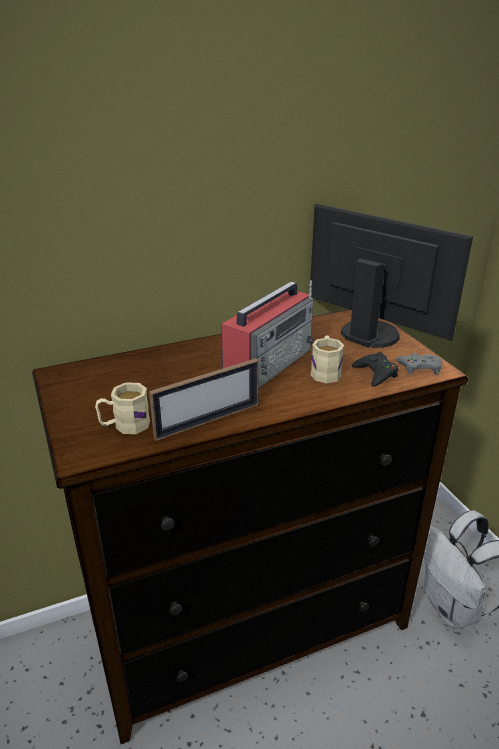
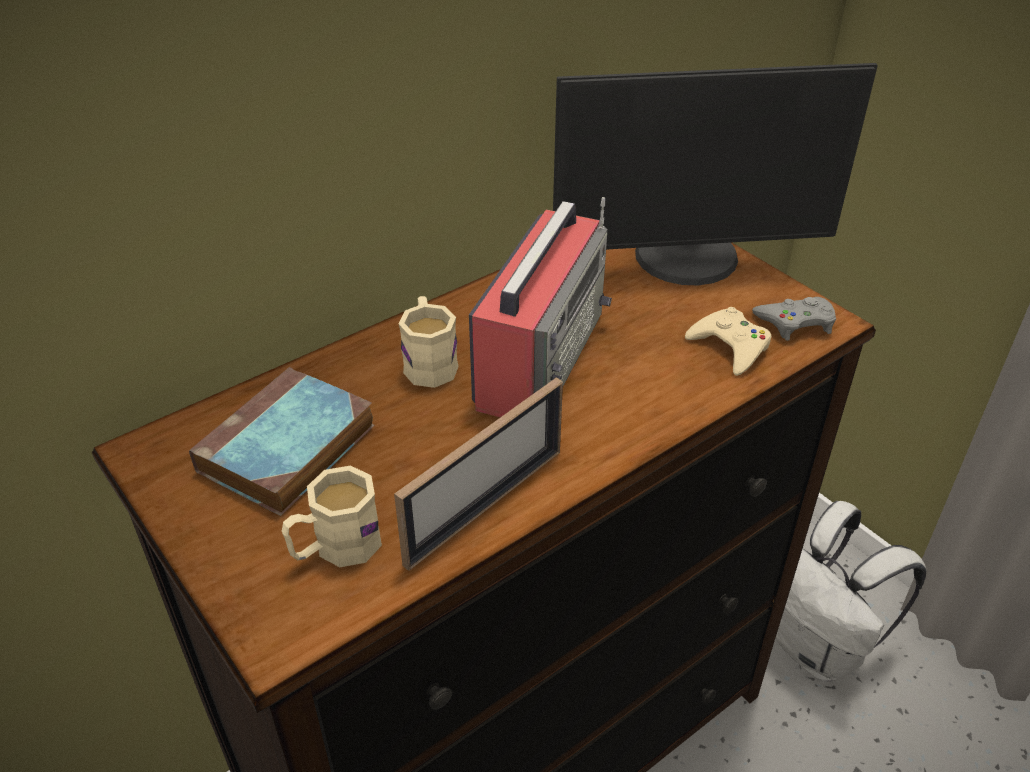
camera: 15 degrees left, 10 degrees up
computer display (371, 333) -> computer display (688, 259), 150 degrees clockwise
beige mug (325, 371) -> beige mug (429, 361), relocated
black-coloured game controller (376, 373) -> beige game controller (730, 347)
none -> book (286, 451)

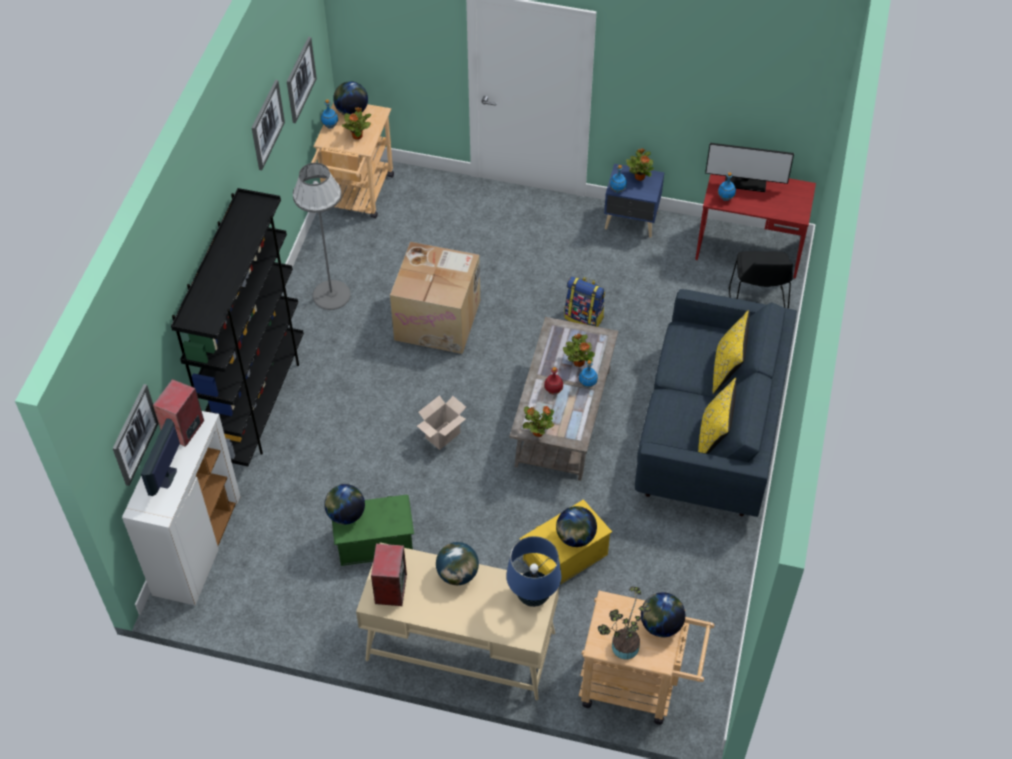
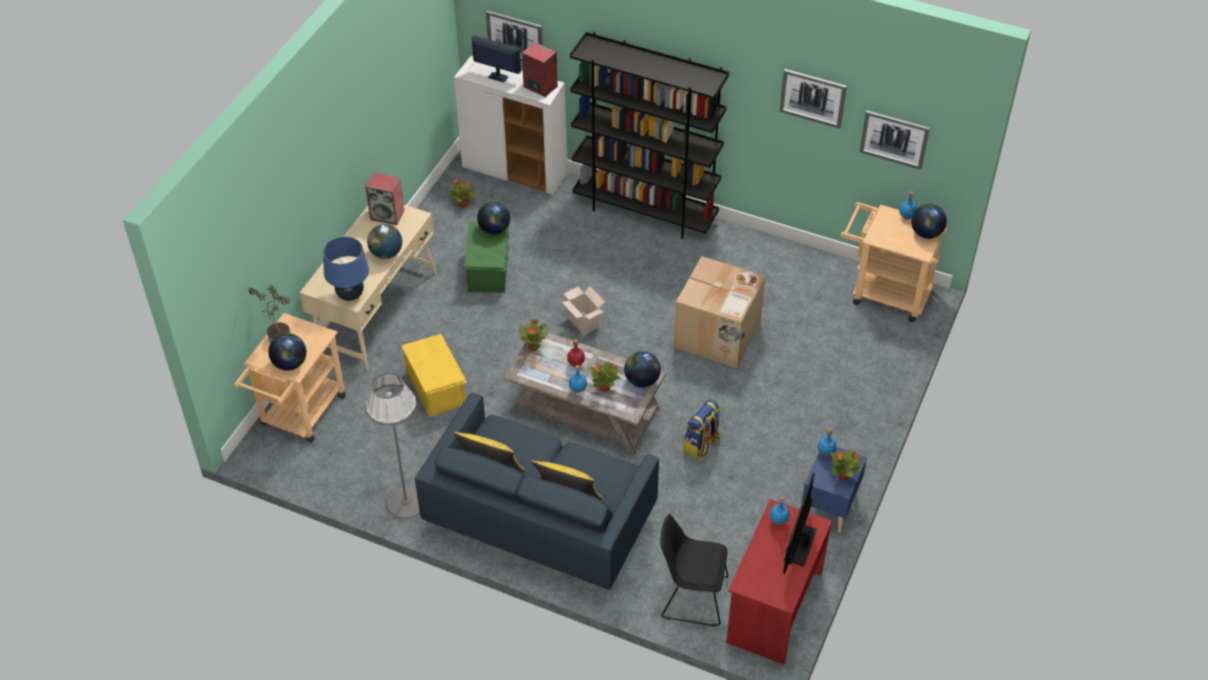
camera: 100 degrees right, 5 degrees down
potted plant (357, 136) -> potted plant (464, 204), relocated
greyish floor lamp (331, 295) -> greyish floor lamp (405, 502), relocated
globe (575, 537) -> globe (641, 380), relocated

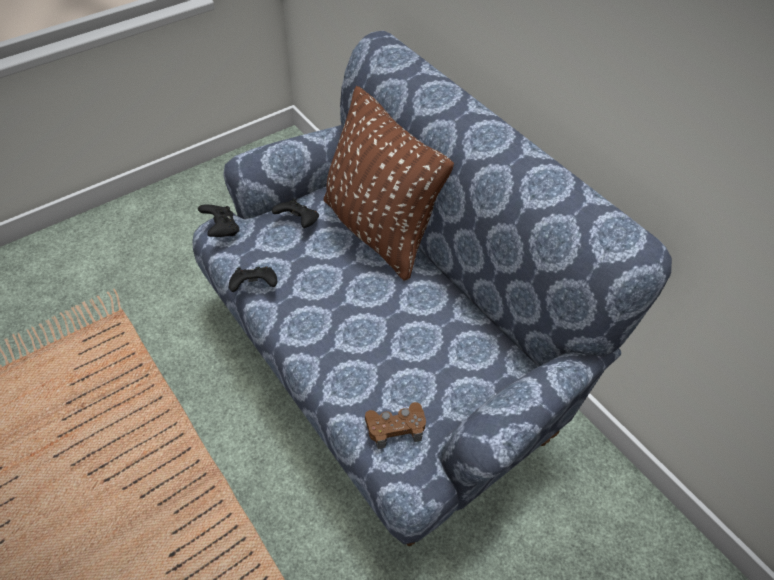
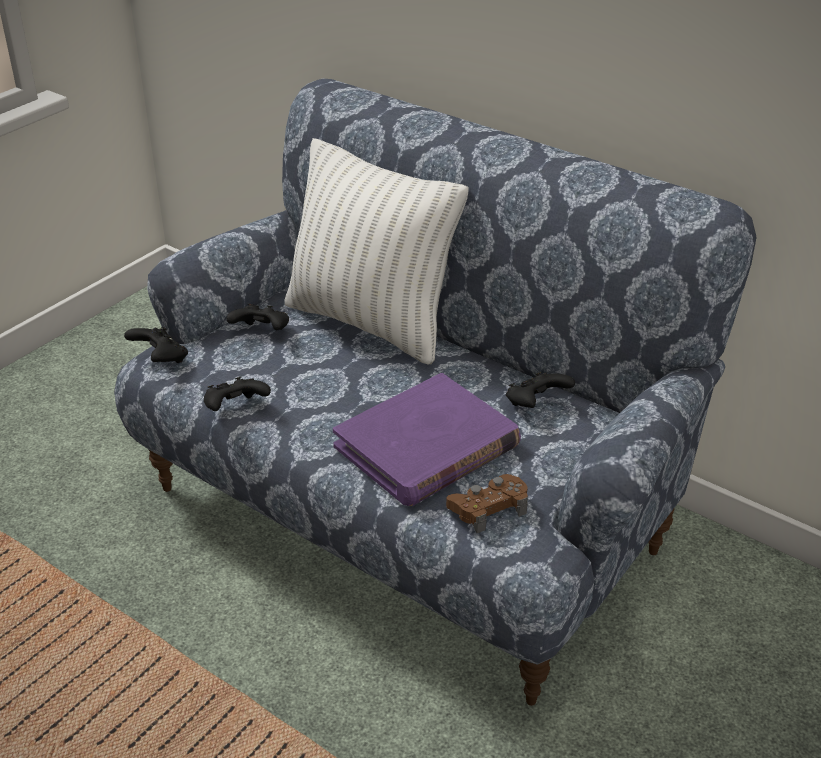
camera: 15 degrees left, 15 degrees down
brown pillow (378, 231) -> white-coloured pillow (371, 323)
none -> black-coloured game controller (536, 405)
none -> purple-coloured book (427, 446)

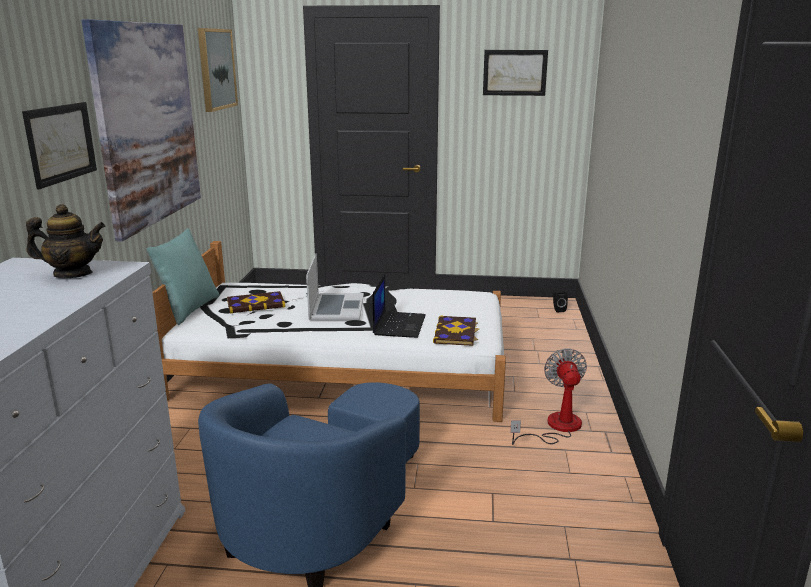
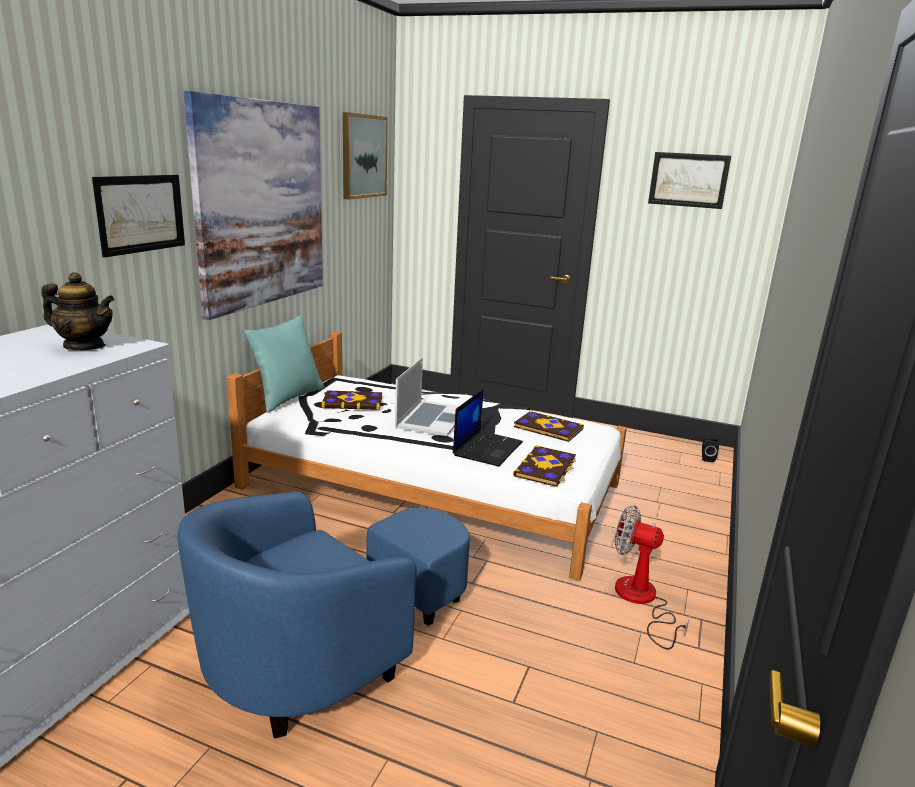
camera: 15 degrees right, 0 degrees up
fan (555, 427) -> fan (641, 601), 75 degrees counterclockwise
none -> book (547, 428)

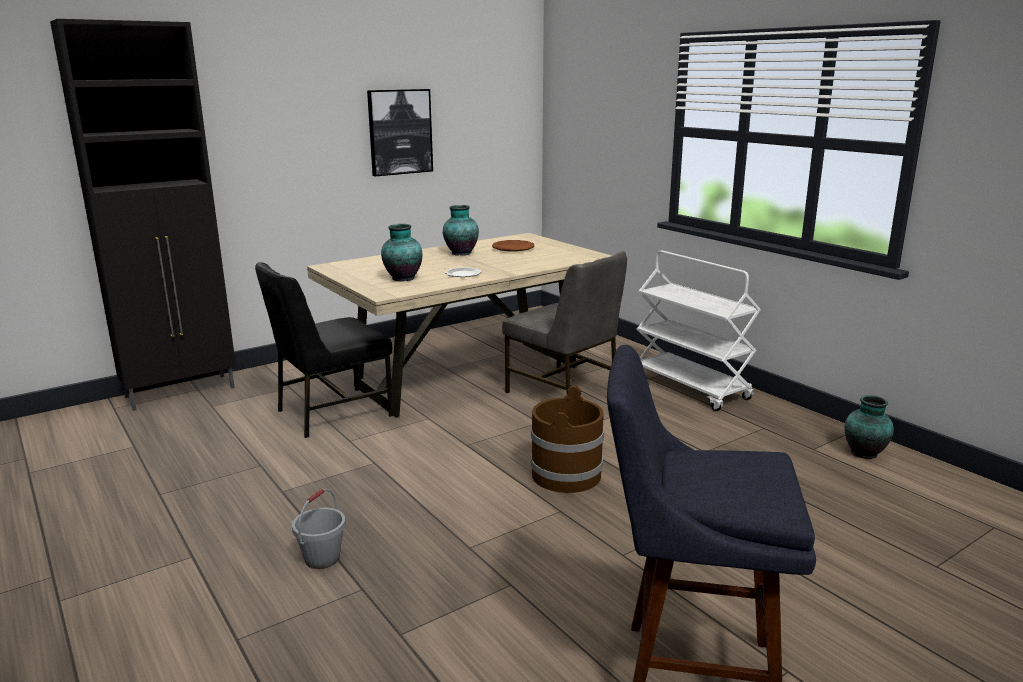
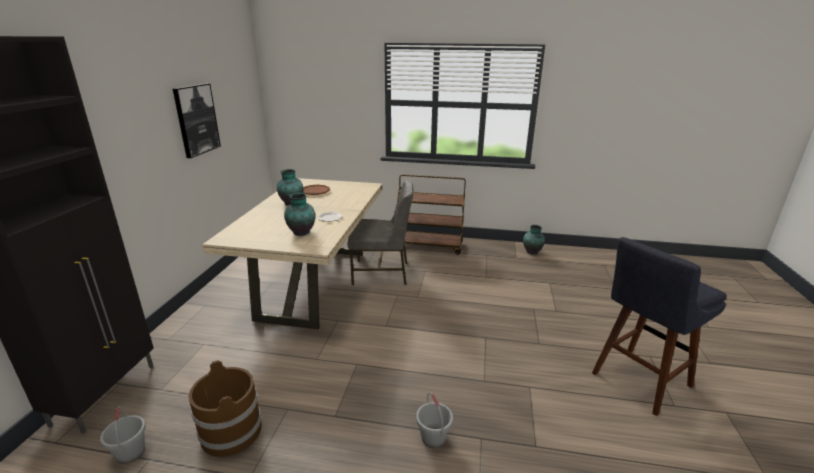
camera: 45 degrees left, 5 degrees up
white-coloured cart (690, 387) -> brown cart (429, 246)
black-coloured plain chair (332, 412) -> none
brown pail (566, 474) -> brown pail (231, 431), relocated
none -> greyish pail (130, 453)

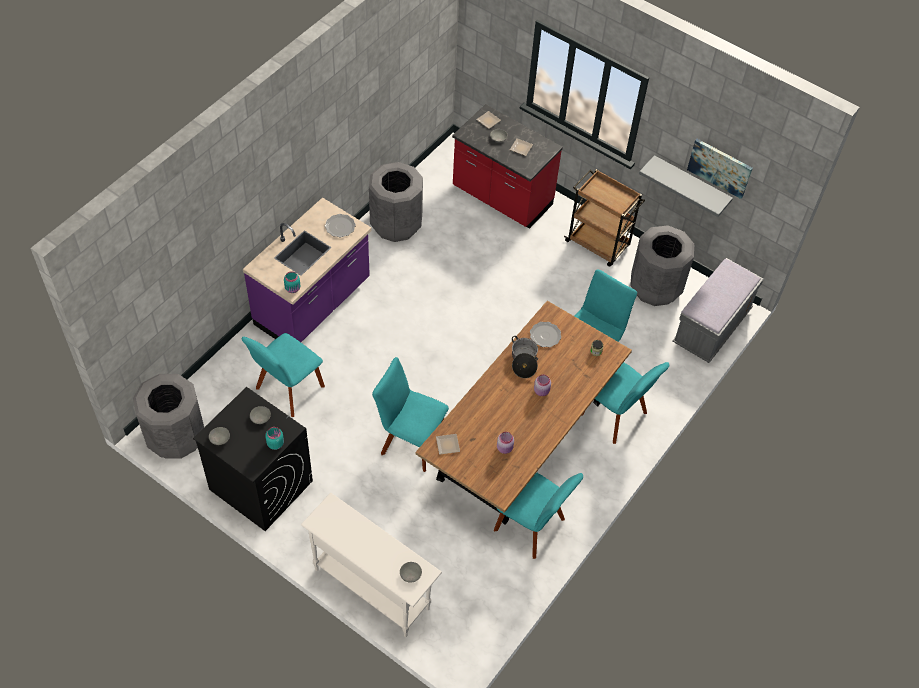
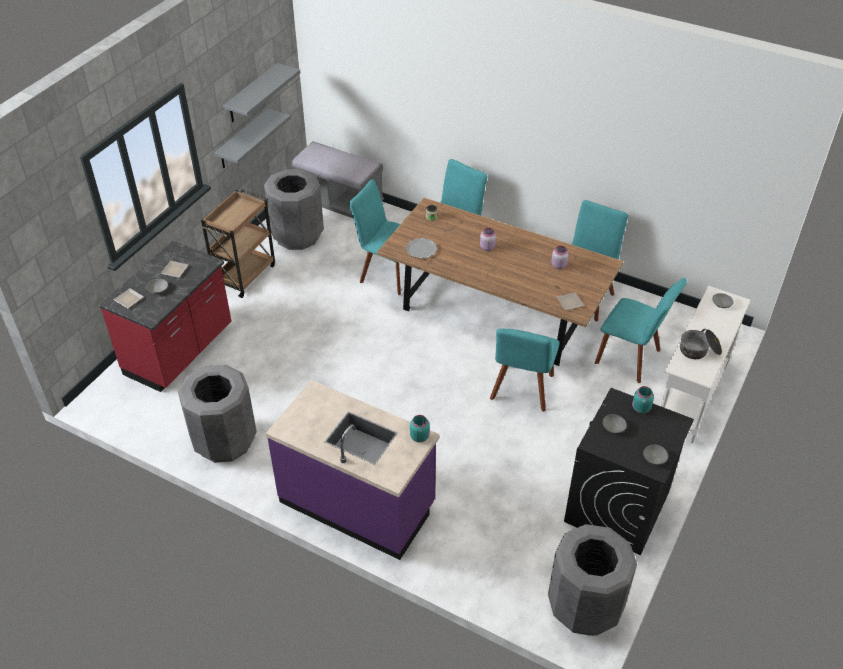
camera: 95 degrees left, 10 degrees down
picture (720, 167) -> greyish bracket shelf (252, 93)
plate (340, 227) -> none
blue-green plain chair (288, 390) -> blue-green plain chair (631, 358), relocated
saucepot (523, 361) -> saucepot (699, 350), relocated

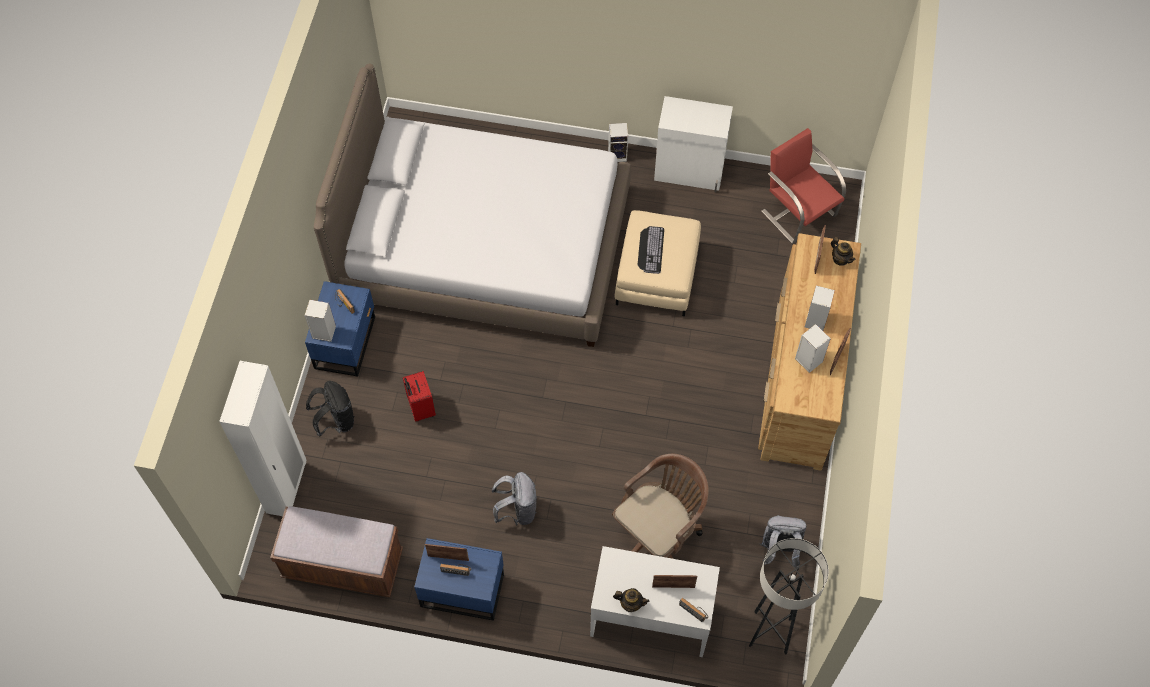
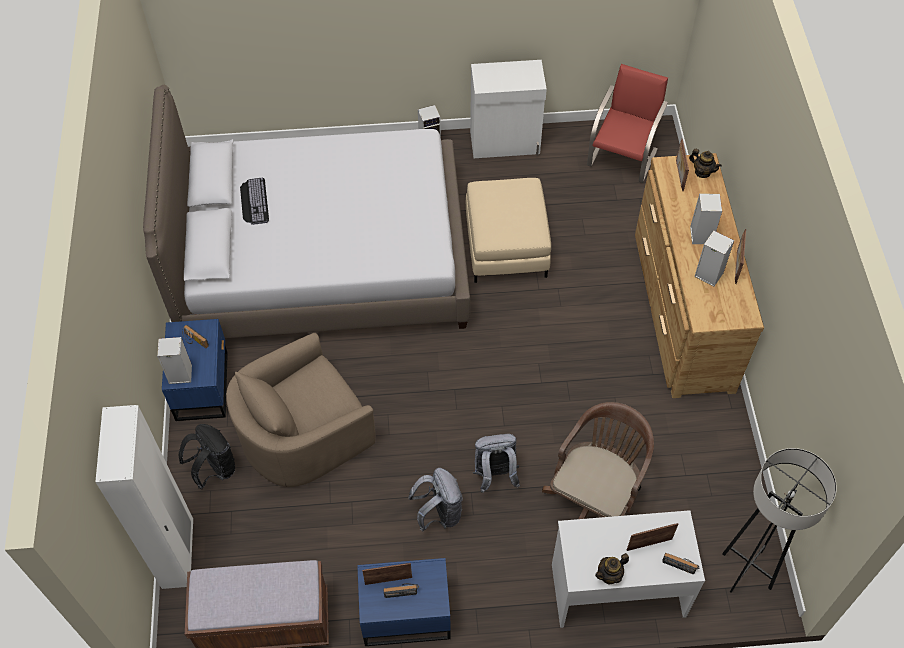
camera: 15 degrees left, 5 degrees down
reddish plain chair (798, 212) -> reddish plain chair (623, 156), 75 degrees clockwise
computer keyboard (650, 249) -> computer keyboard (253, 201), relocated
reddish piece of luggage (420, 408) -> beige lounge chair (303, 433)
greyish knapsack (779, 550) -> greyish knapsack (495, 475), relocated
pot for tea (630, 603) -> pot for tea (610, 575), 150 degrees clockwise

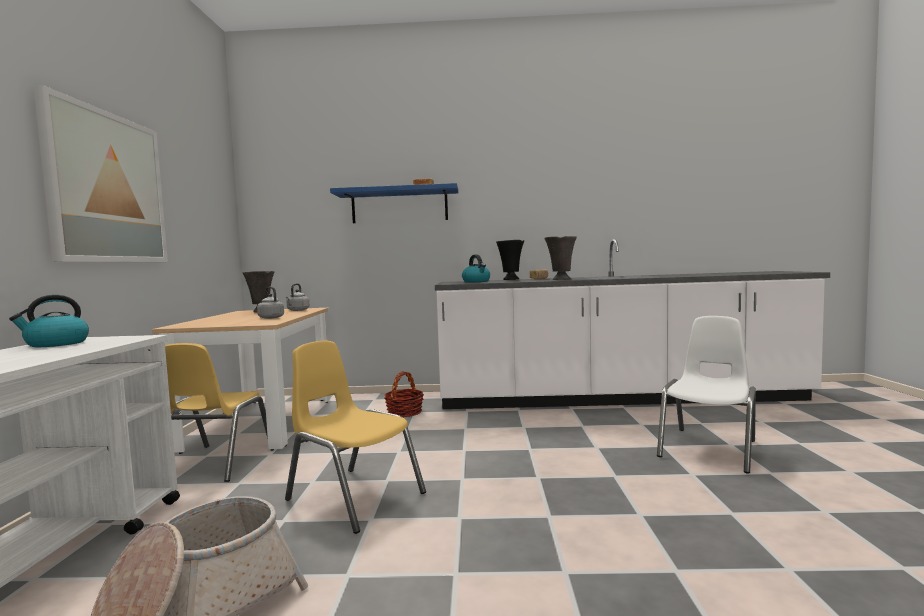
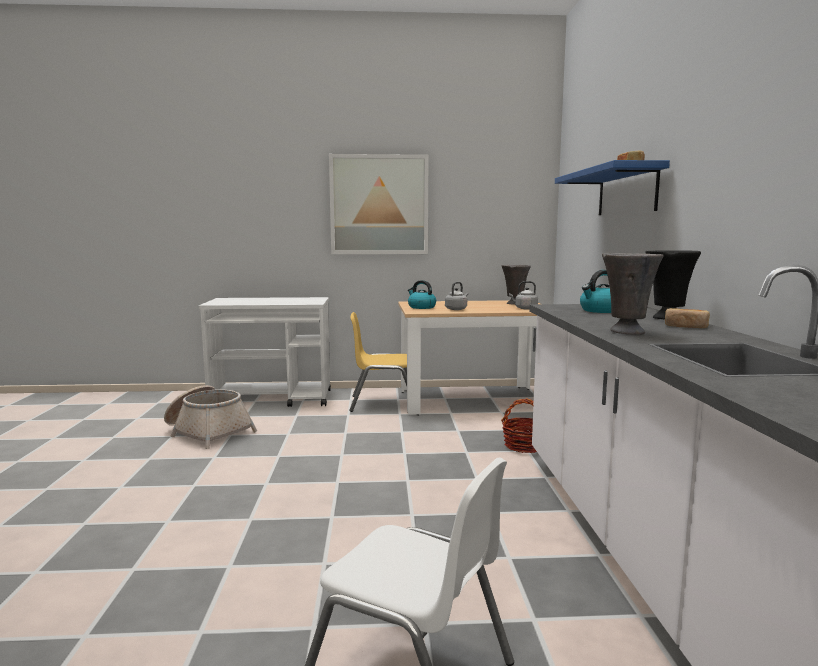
camera: 85 degrees right, 5 degrees up
tea kettle (56, 344) -> tea kettle (421, 307), relocated
yellowish plain chair (354, 497) -> none

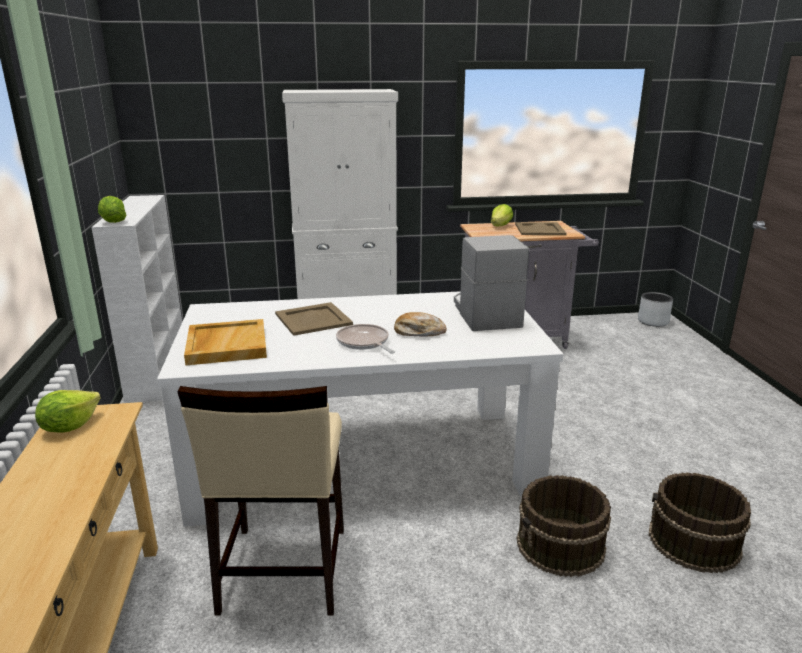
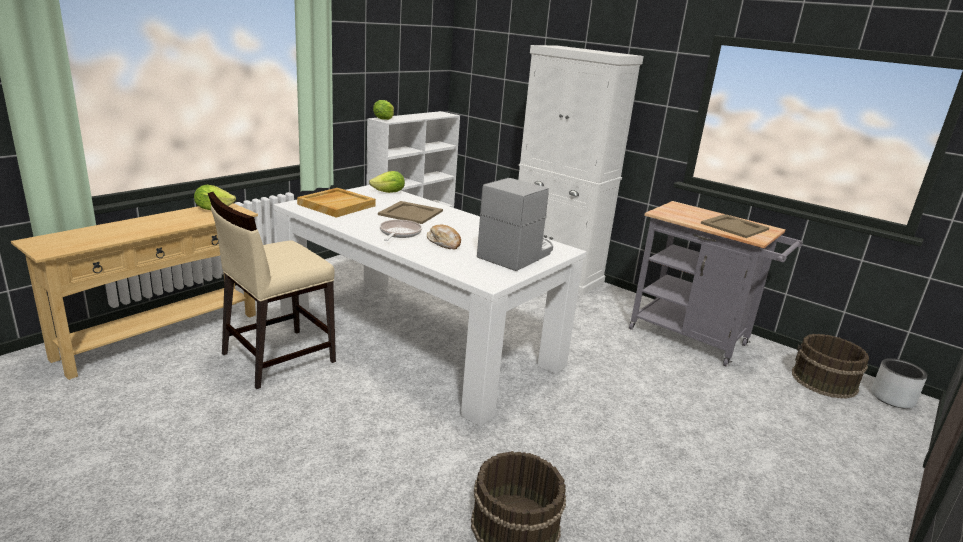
camera: 45 degrees right, 0 degrees up
lettuce (500, 226) -> lettuce (389, 192), relocated
brown pail (561, 546) -> brown pail (824, 381), relocated

